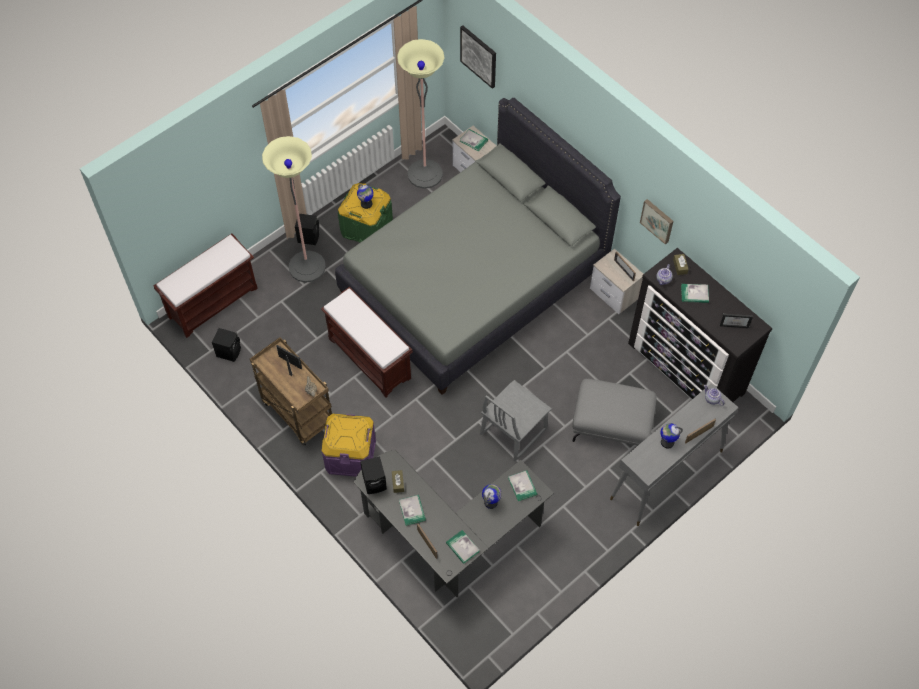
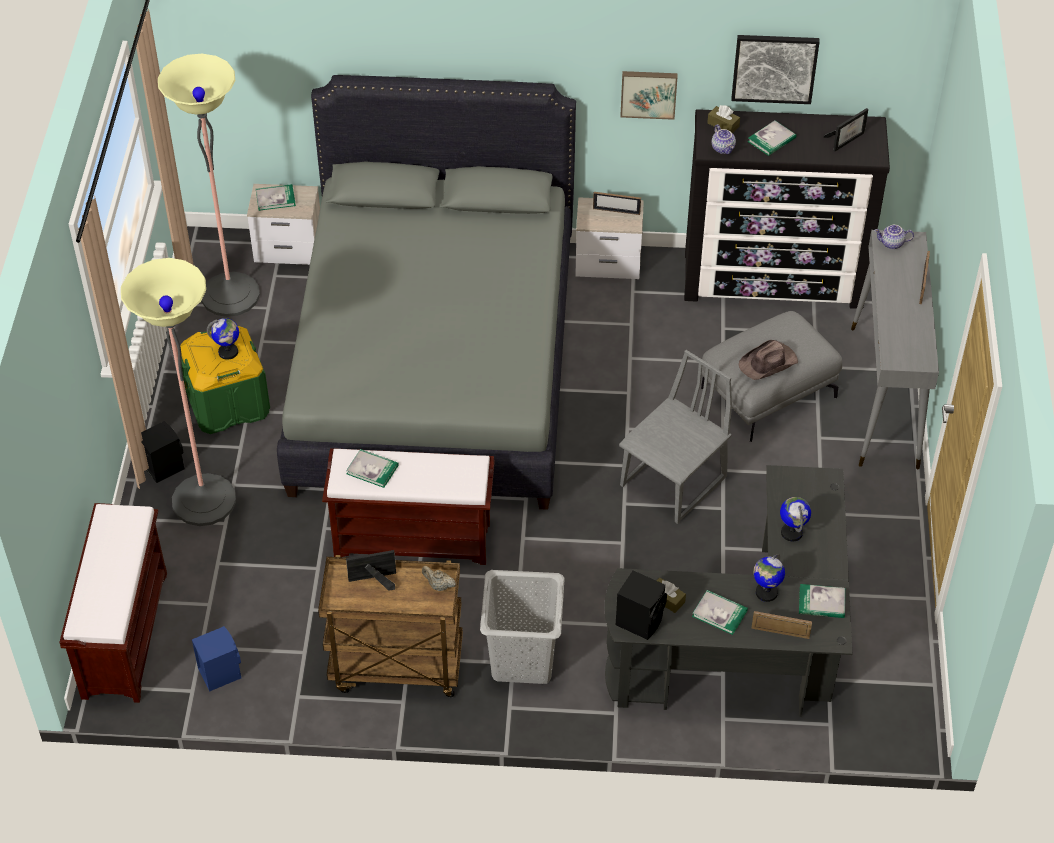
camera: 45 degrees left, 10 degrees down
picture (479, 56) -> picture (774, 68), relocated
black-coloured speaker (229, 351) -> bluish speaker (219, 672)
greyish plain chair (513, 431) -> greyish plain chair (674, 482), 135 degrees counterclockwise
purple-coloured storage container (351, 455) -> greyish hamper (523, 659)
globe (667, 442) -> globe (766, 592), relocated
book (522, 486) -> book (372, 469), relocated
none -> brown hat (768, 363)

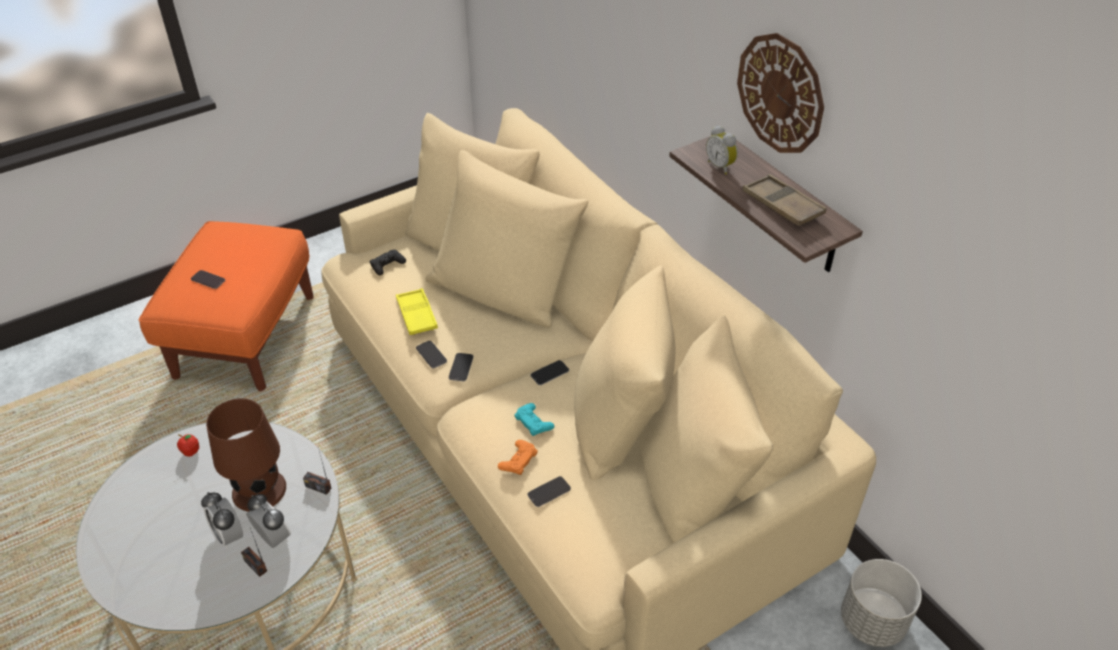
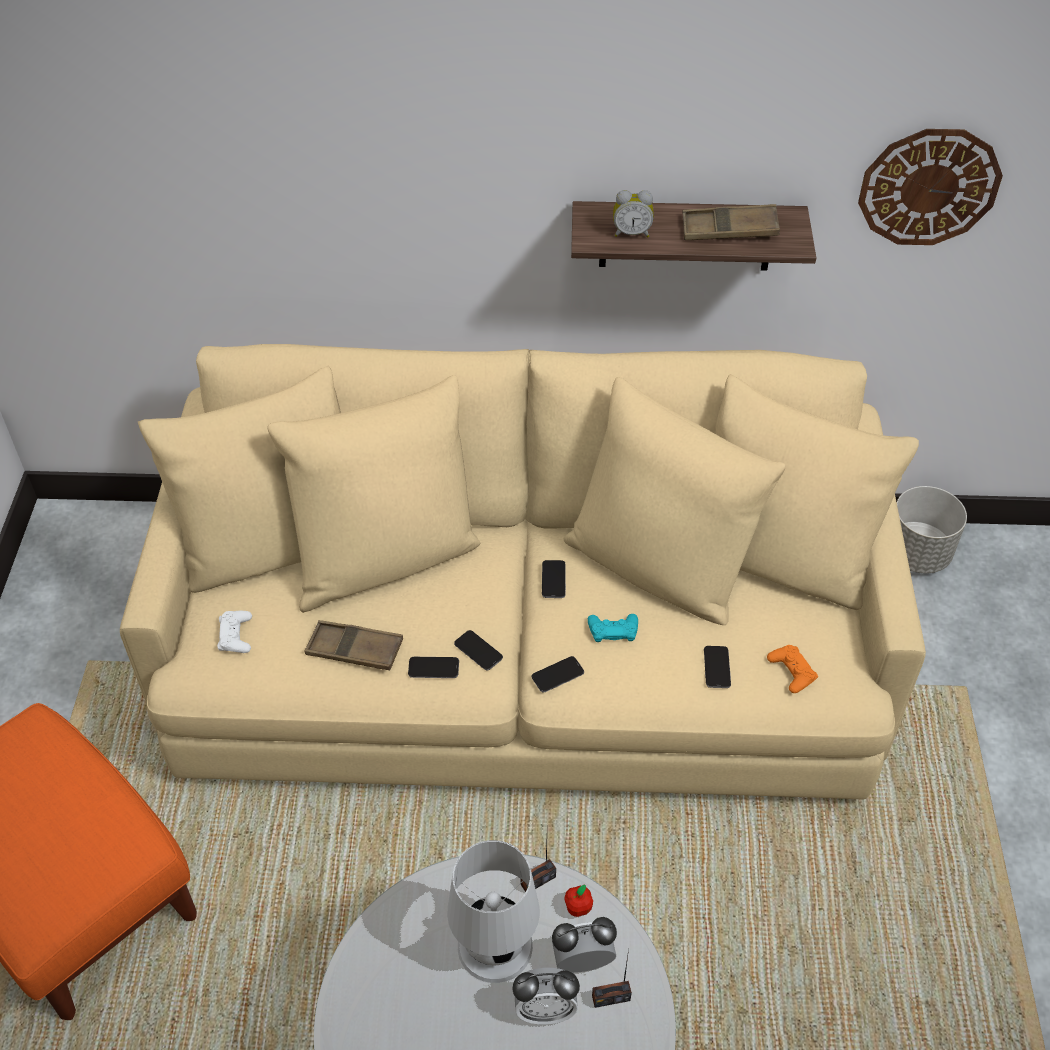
camera: 55 degrees left, 5 degrees up
hanging clock (780, 93) -> hanging clock (929, 187), relocated
black-coloured game controller (387, 265) -> white-coloured game controller (235, 635)
telephone (208, 280) -> telephone (557, 675), relocated
yellowish serving tray (417, 315) -> brown serving tray (354, 650)
brown table lamp (258, 490) -> white-coloured table lamp (495, 947)
whole apple (191, 452) -> whole apple (578, 908), relocated
orangey game controller (518, 460) -> orangey game controller (791, 671), relocated

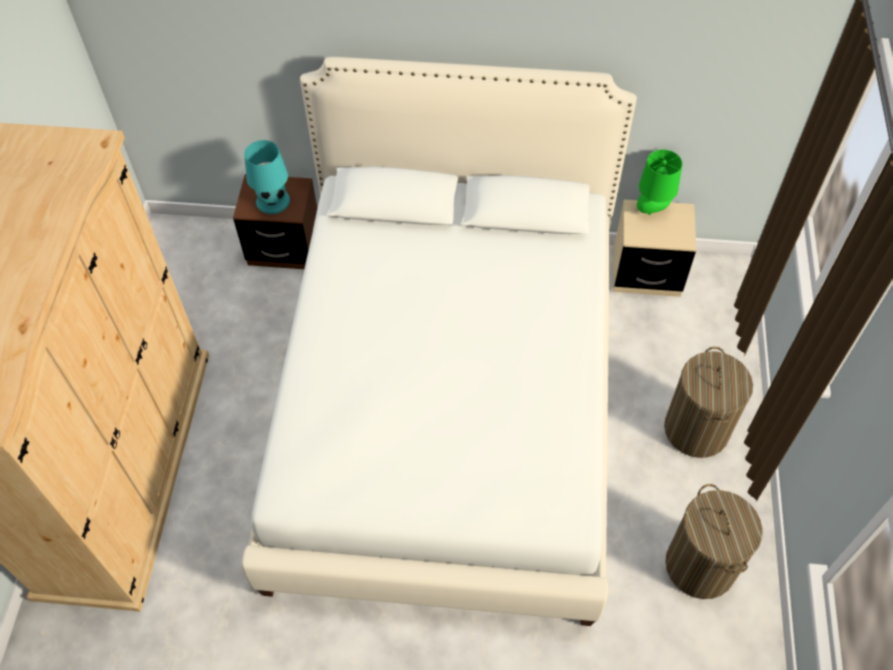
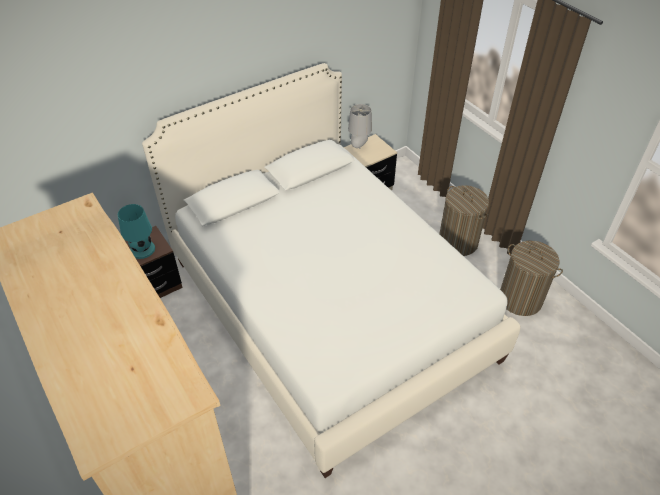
camera: 40 degrees left, 10 degrees down
greenish table lamp (652, 210) -> greyish table lamp (359, 146)

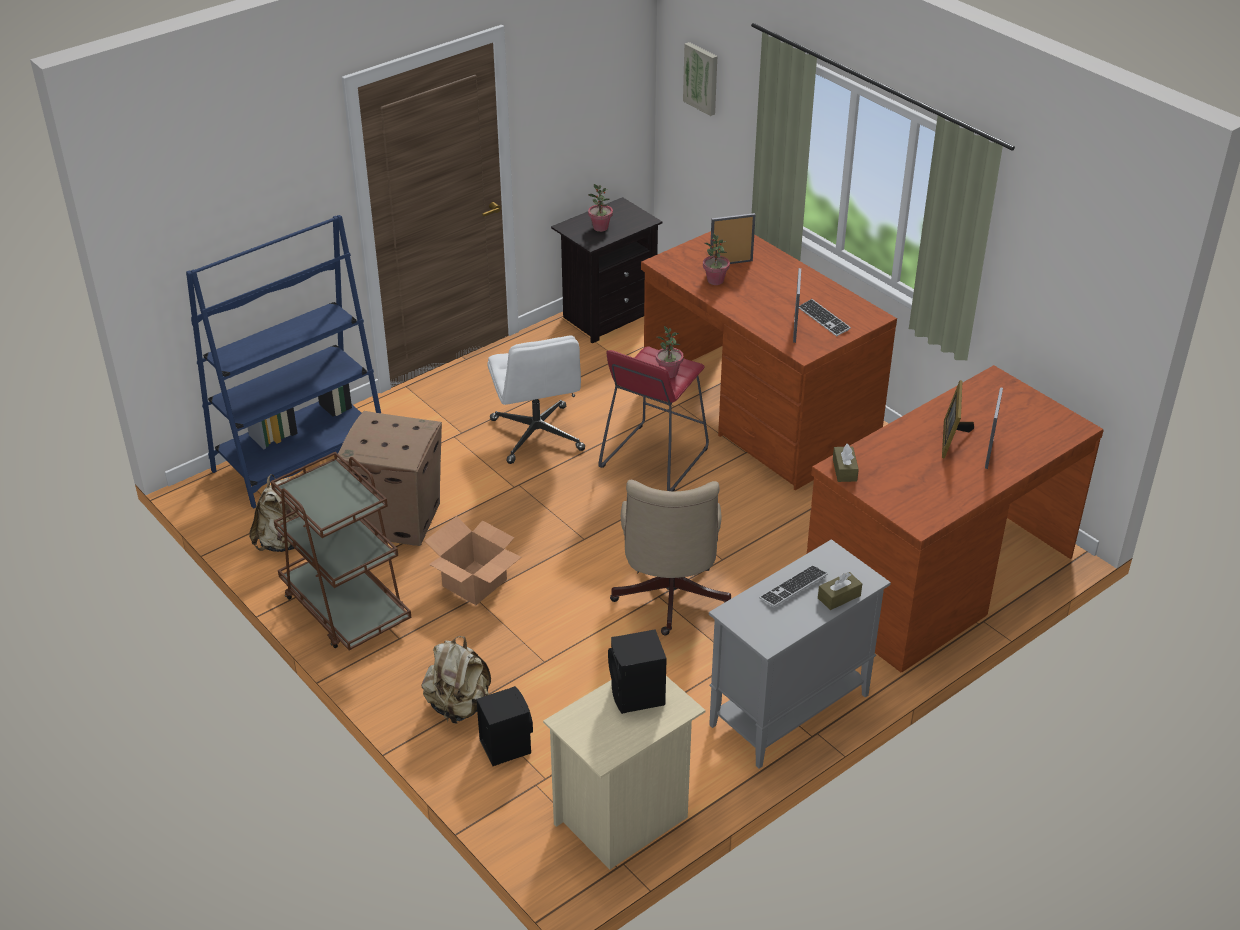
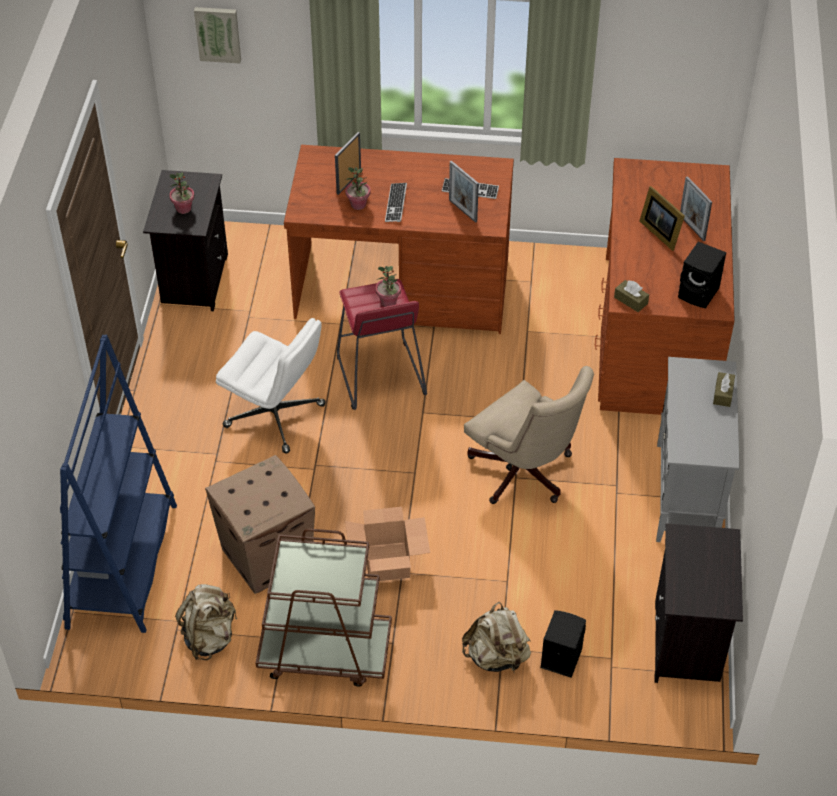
camera: 45 degrees left, 10 degrees up
computer keyboard (793, 587) -> computer keyboard (396, 203), relocated
black-coloured speaker (637, 696) -> black-coloured speaker (699, 294), relocated
beige night table (624, 820) -> black-coloured night table (688, 644)

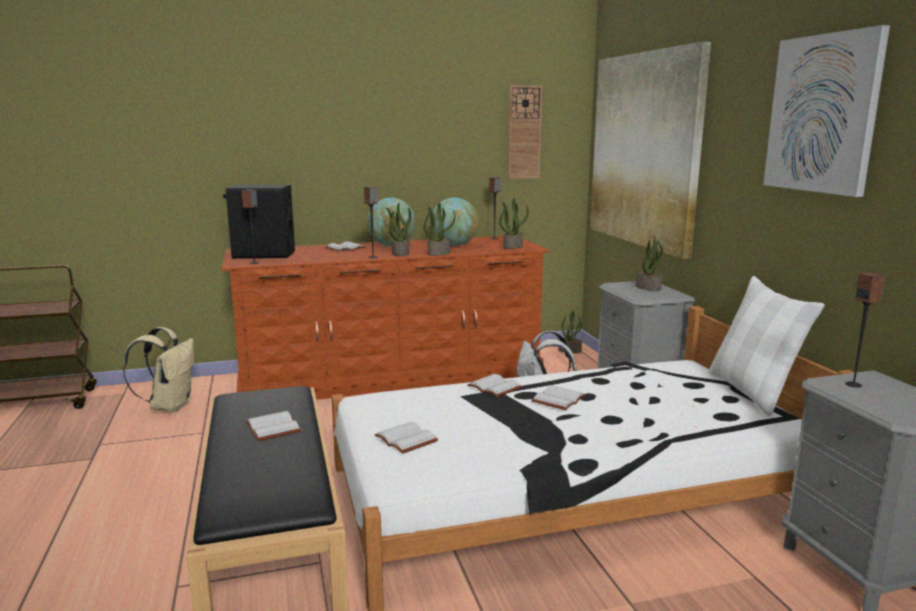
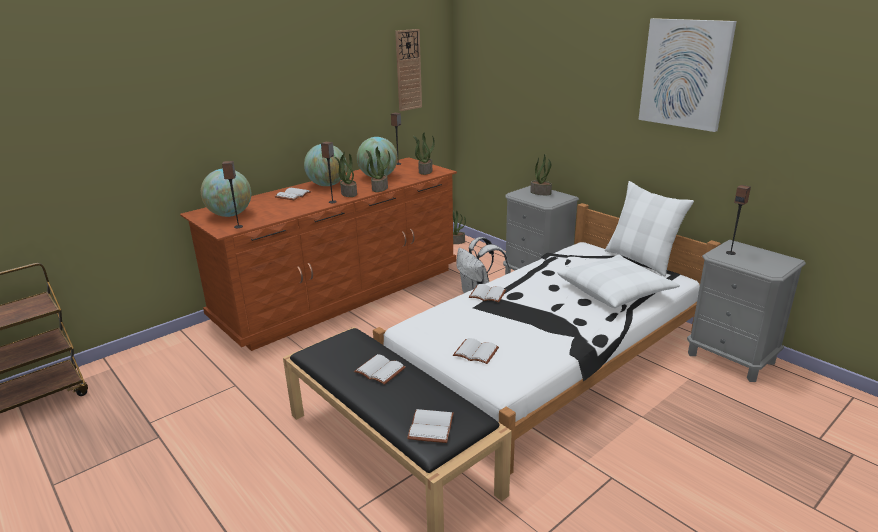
camera: 25 degrees left, 10 degrees up
picture (644, 150) -> none
black-coloured speaker (263, 254) -> globe (230, 215)
beige knapsack (170, 406) -> none
white-coloured book (557, 399) -> white-coloured book (429, 426), relocated
none -> white-coloured pillow (615, 291)

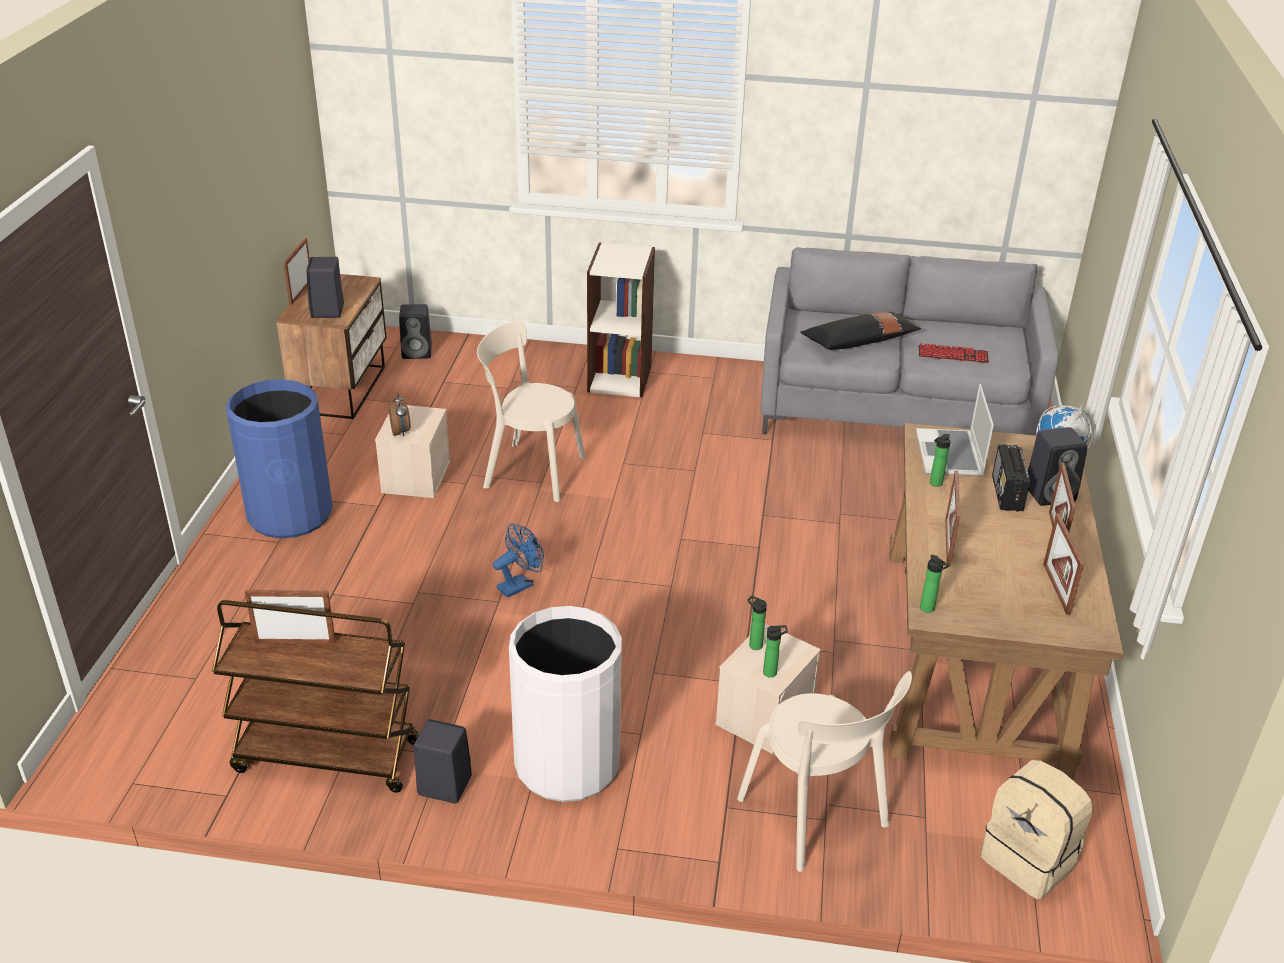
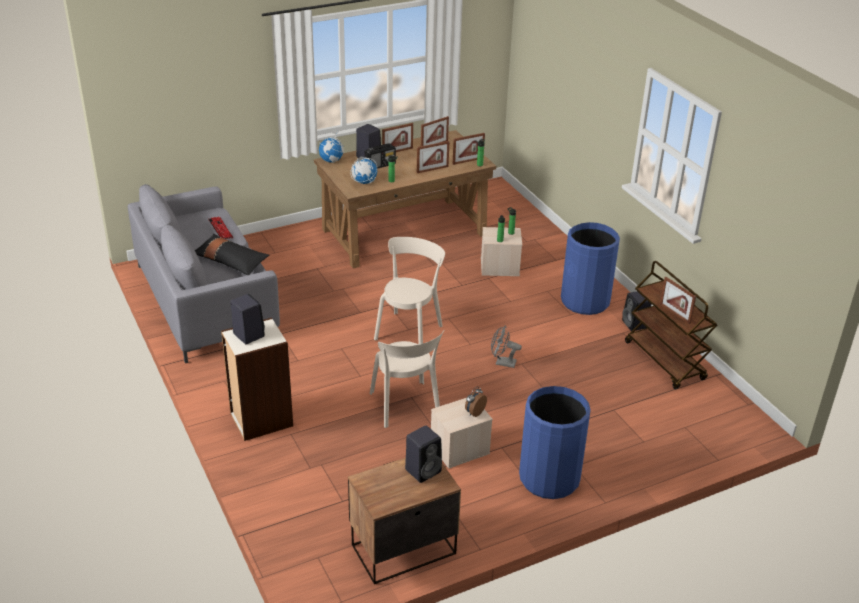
camera: 125 degrees left, 0 degrees up
photo frame (301, 291) -> photo frame (468, 161), relocated
black-coloured speaker (418, 352) -> black-coloured speaker (248, 334), relocated
laptop (950, 455) -> globe (364, 182)
bluish fan (520, 584) -> greyish fan (502, 362)
white-coloured rubbish bin (567, 764) -> bluish rubbish bin (585, 301)
beige plain chair (816, 817) -> beige plain chair (409, 330), relocated
beige knapsack (1030, 860) -> none

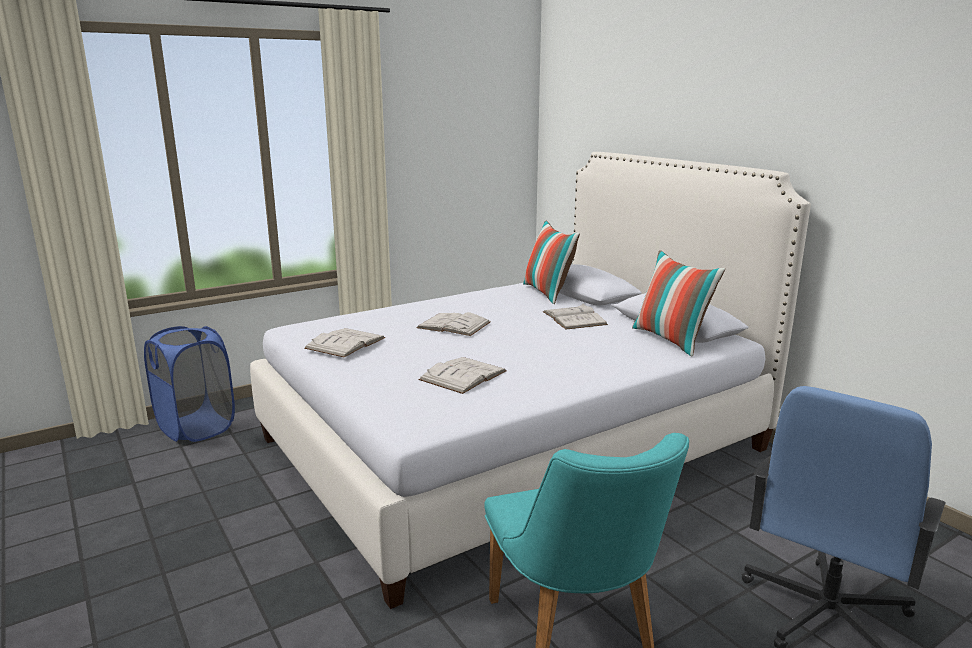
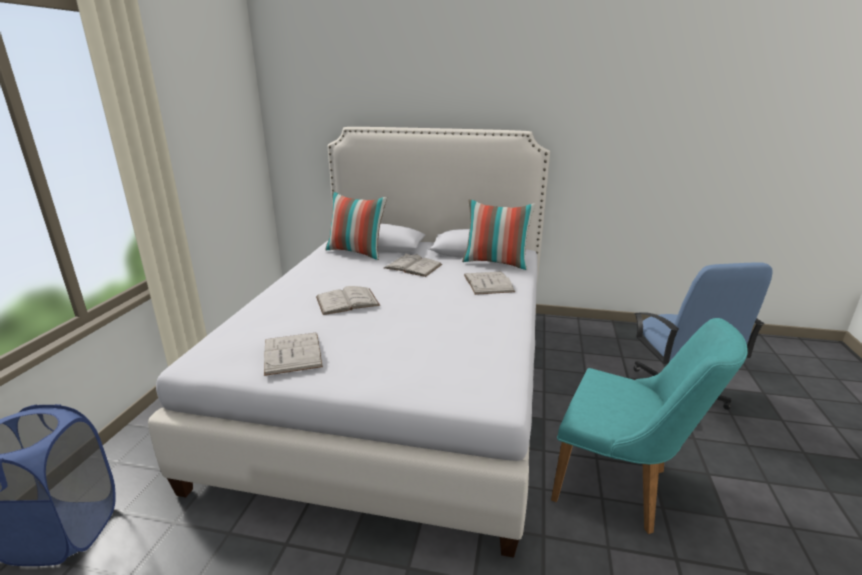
camera: 45 degrees left, 5 degrees up
white-coloured book (463, 375) -> white-coloured book (488, 283), relocated

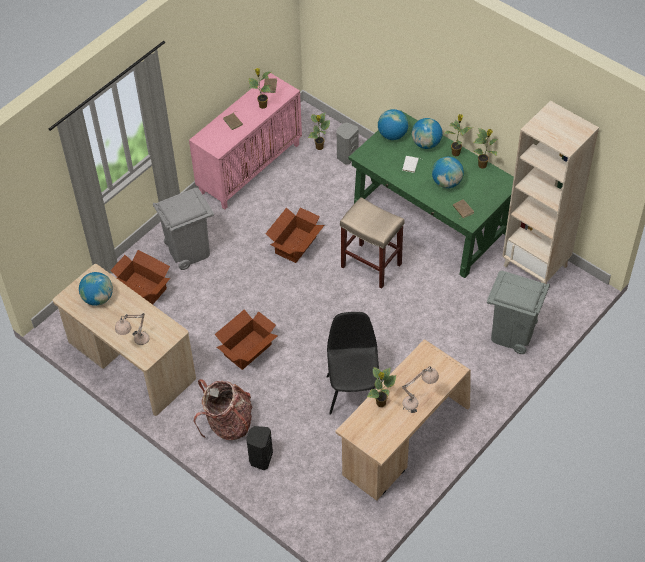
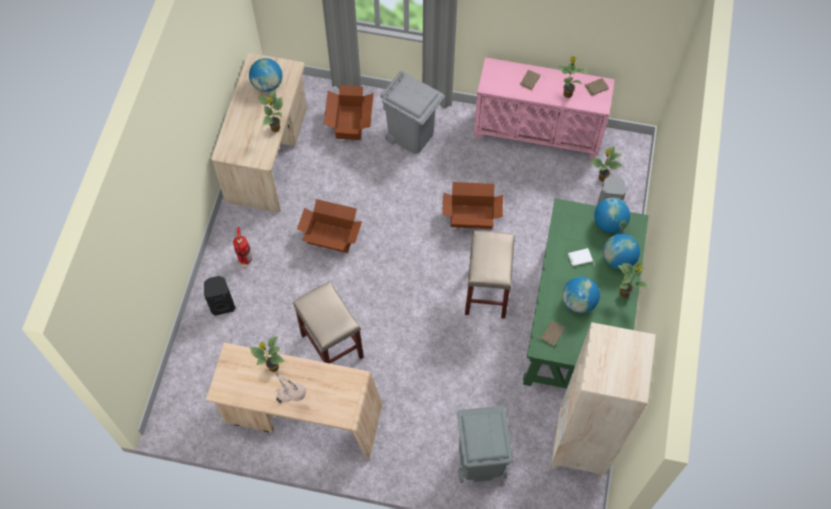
camera: 60 degrees right, 10 degrees up
potted plant (483, 165) -> potted plant (275, 129), relocated
black-coloured plain chair (353, 391) -> beige sitting stool (333, 346)
beige table lamp (135, 343) -> none
knapsack (228, 423) -> fire extinguisher (245, 261)

